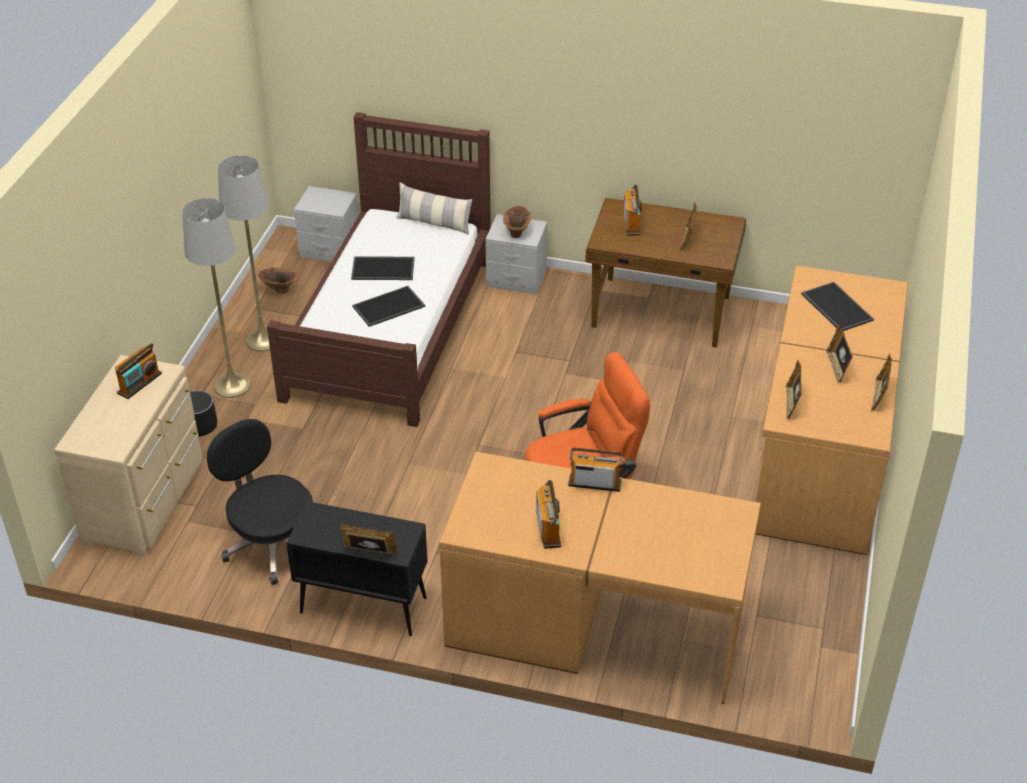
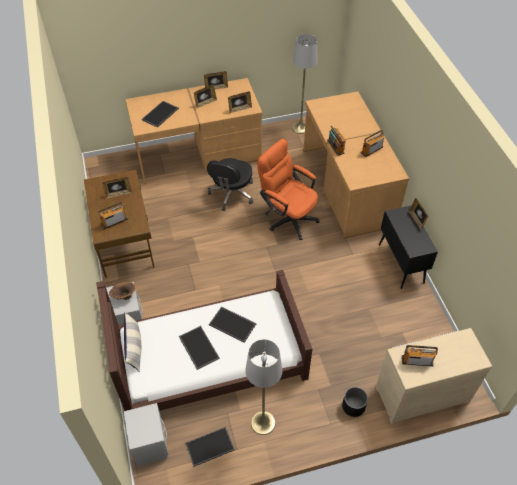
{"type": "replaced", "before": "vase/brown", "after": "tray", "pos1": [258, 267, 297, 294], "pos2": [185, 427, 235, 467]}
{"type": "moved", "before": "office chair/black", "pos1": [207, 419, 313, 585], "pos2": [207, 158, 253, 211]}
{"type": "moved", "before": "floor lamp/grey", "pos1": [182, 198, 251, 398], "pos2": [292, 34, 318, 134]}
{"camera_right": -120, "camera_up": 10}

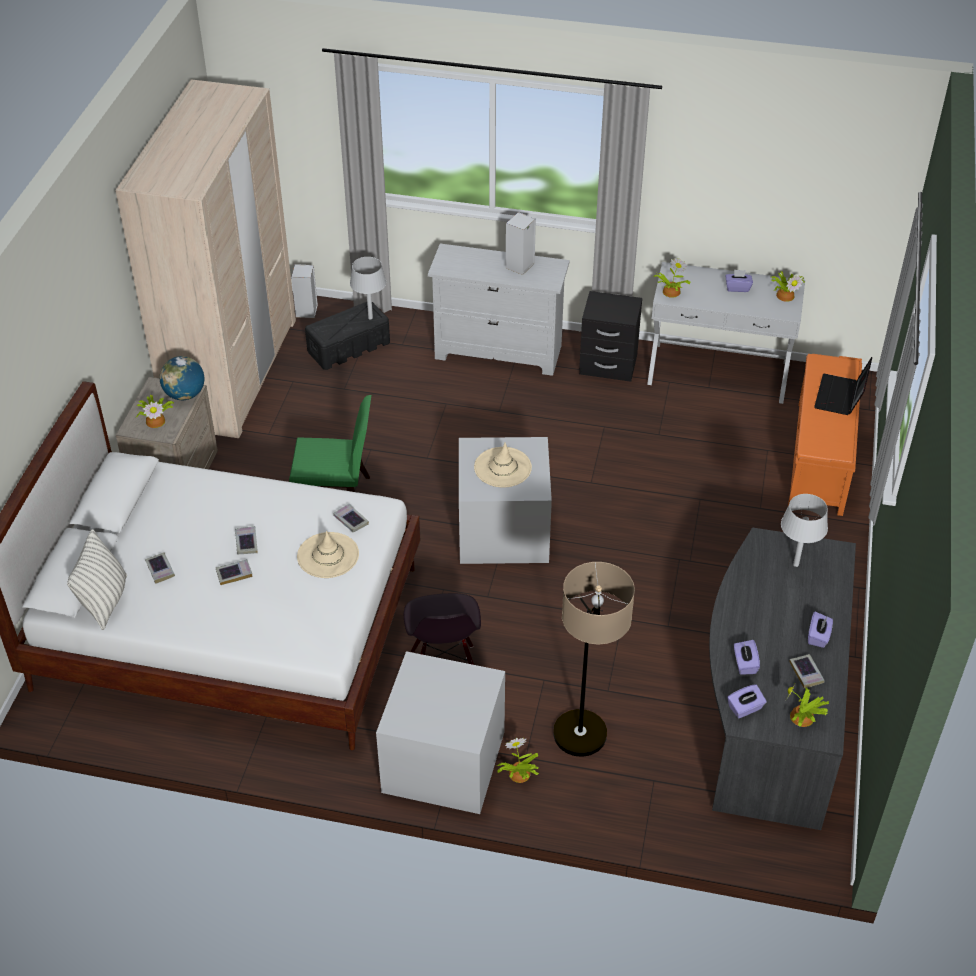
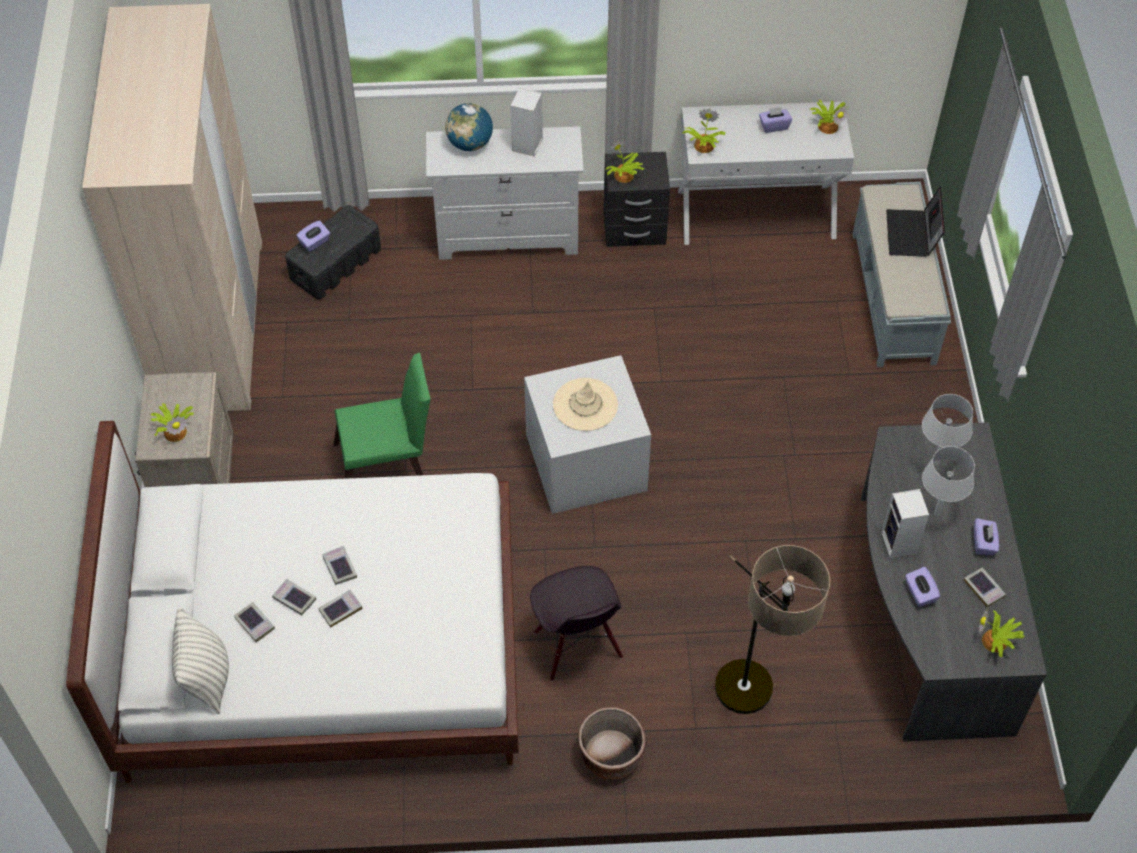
{"type": "moved", "before": "book", "pos1": [333, 504, 369, 532], "pos2": [272, 579, 316, 615]}
{"type": "moved", "before": "tissue box/purple", "pos1": [727, 684, 766, 718], "pos2": [296, 220, 330, 252]}
{"type": "moved", "before": "globe", "pos1": [159, 356, 205, 400], "pos2": [445, 103, 493, 151]}
{"type": "replaced", "before": "storage box/grey", "after": "planter/brown", "pos1": [376, 651, 505, 814], "pos2": [578, 707, 646, 780]}
{"type": "moved", "before": "potted plant", "pos1": [497, 738, 539, 783], "pos2": [605, 140, 644, 183]}
{"type": "recoloured", "before": "bench/orange", "after": "bench/grey", "pos1": [788, 354, 862, 516], "pos2": [852, 182, 951, 367]}
{"type": "moved", "before": "speaker", "pos1": [291, 264, 318, 318], "pos2": [881, 489, 929, 558]}
{"type": "moved", "before": "table lamp/grey", "pos1": [350, 257, 386, 320], "pos2": [922, 446, 975, 517]}
{"type": "removed", "before": "hat/beige", "pos1": [297, 531, 359, 578]}
{"camera_right": -15, "camera_up": 10}

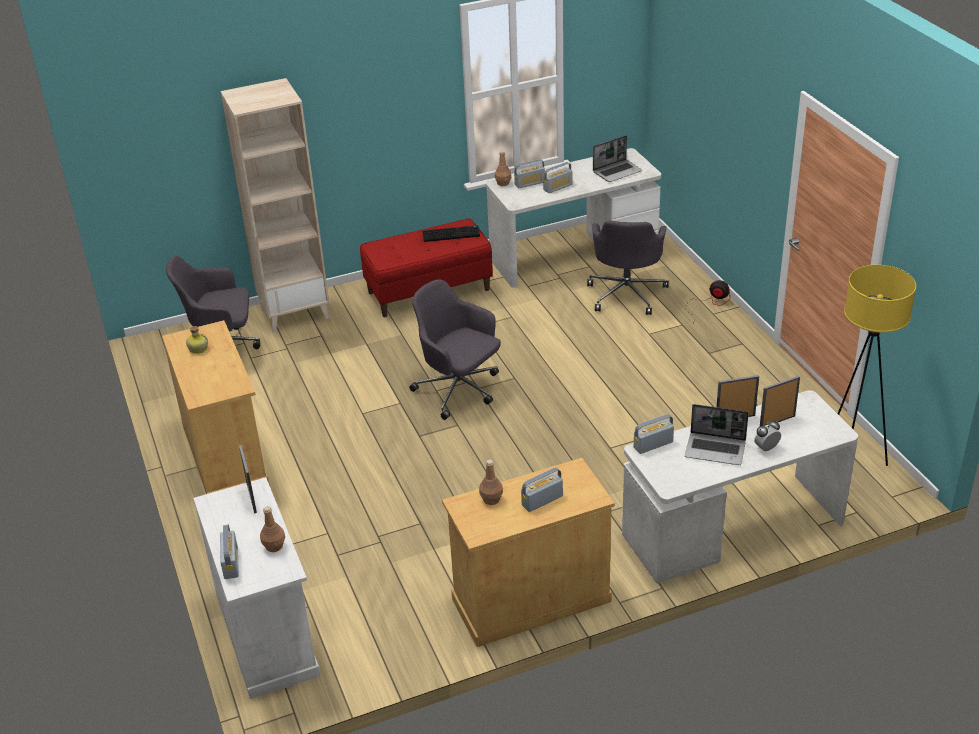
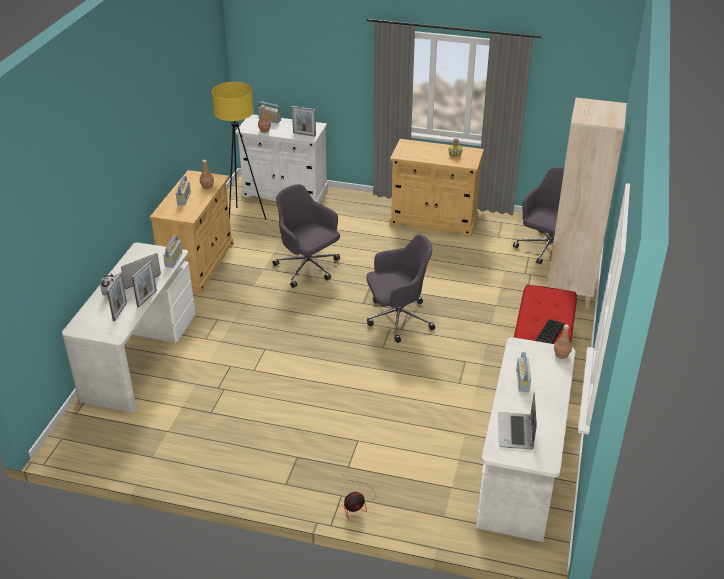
{"type": "moved", "before": "floor lamp/yellow", "pos1": [838, 265, 916, 466], "pos2": [212, 82, 266, 219]}
{"type": "moved", "before": "office chair/grey", "pos1": [587, 221, 669, 315], "pos2": [273, 184, 340, 288]}
{"type": "removed", "before": "radio", "pos1": [514, 159, 545, 188]}
{"camera_right": 125, "camera_up": 0}

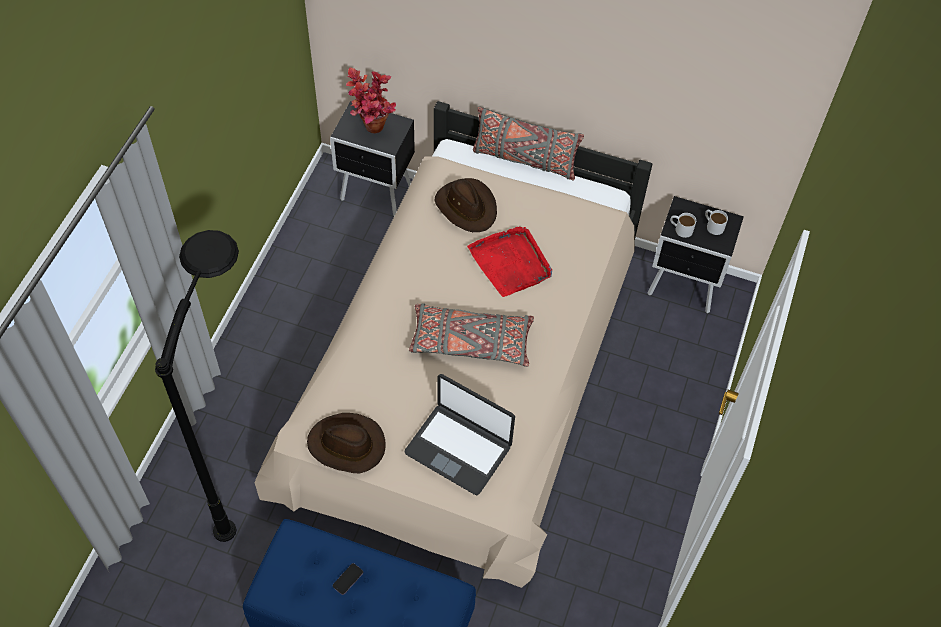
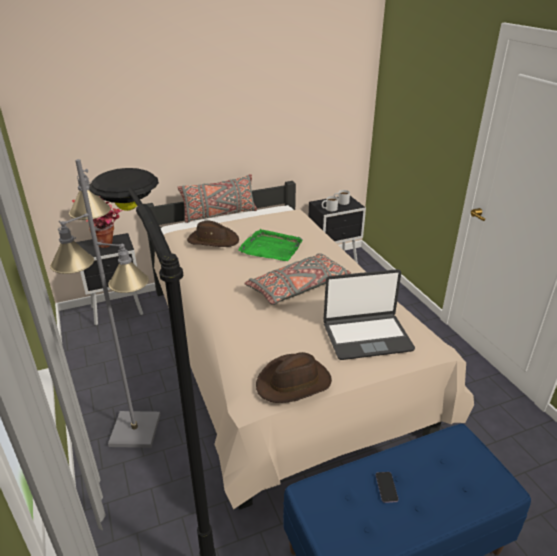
{"type": "added", "after": "floor lamp/grey", "pos2": [50, 159, 160, 448]}
{"type": "recoloured", "before": "tray/red", "after": "tray/green", "pos1": [467, 227, 552, 297], "pos2": [238, 229, 303, 261]}
{"camera_right": -40, "camera_up": -25}

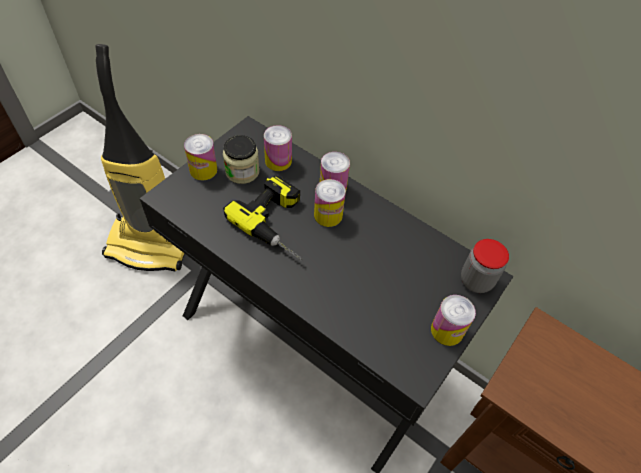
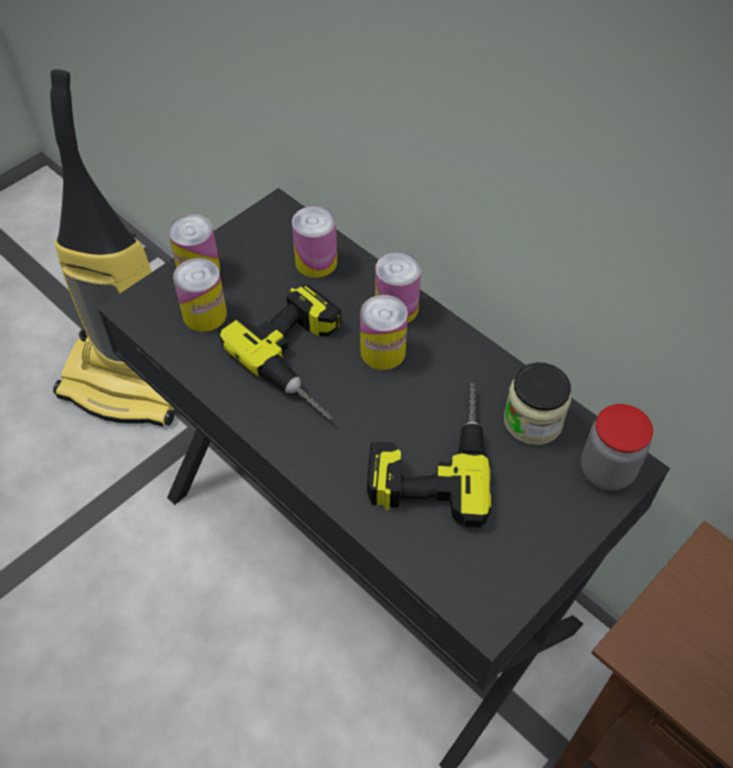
{"type": "moved", "before": "can", "pos1": [431, 295, 476, 346], "pos2": [173, 258, 227, 332]}
{"type": "added", "after": "power drill", "pos2": [367, 382, 491, 528]}
{"type": "moved", "before": "jar", "pos1": [223, 135, 259, 184], "pos2": [504, 362, 571, 445]}
{"camera_right": 10, "camera_up": 0}

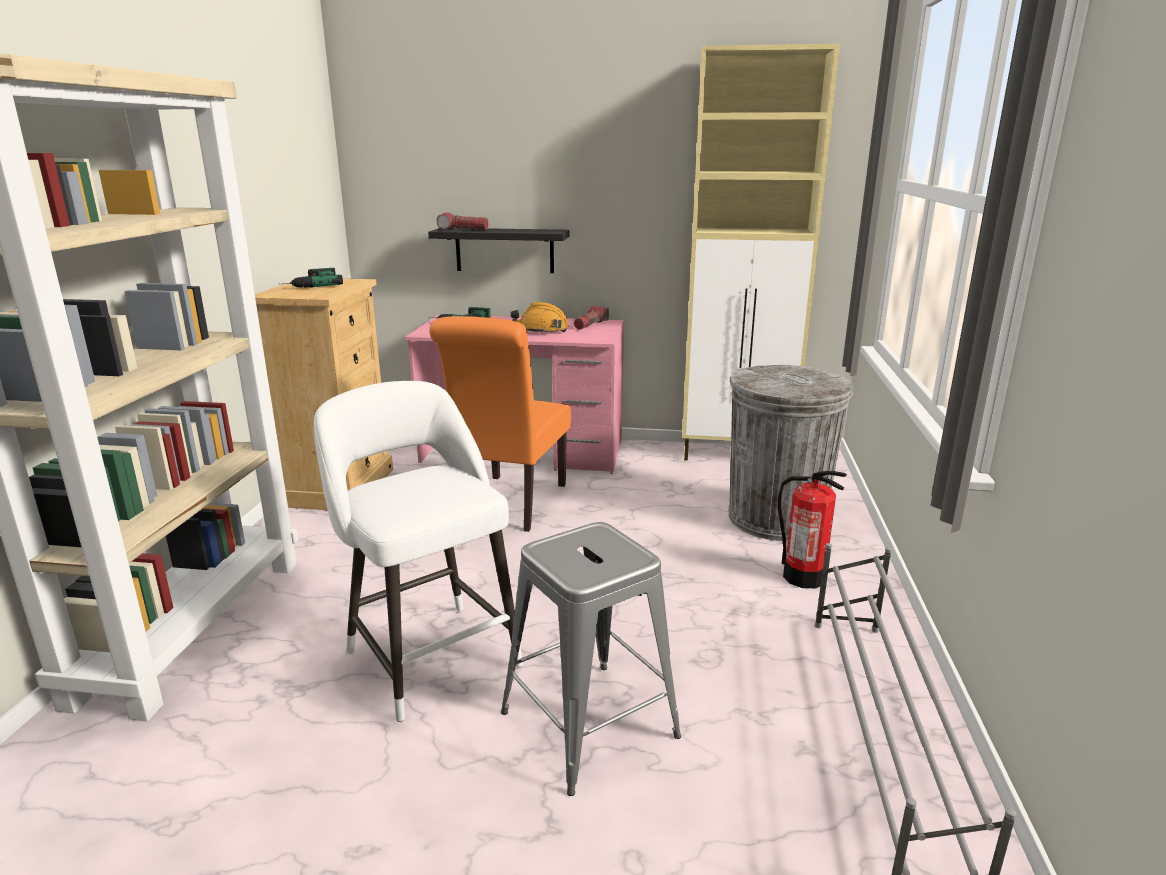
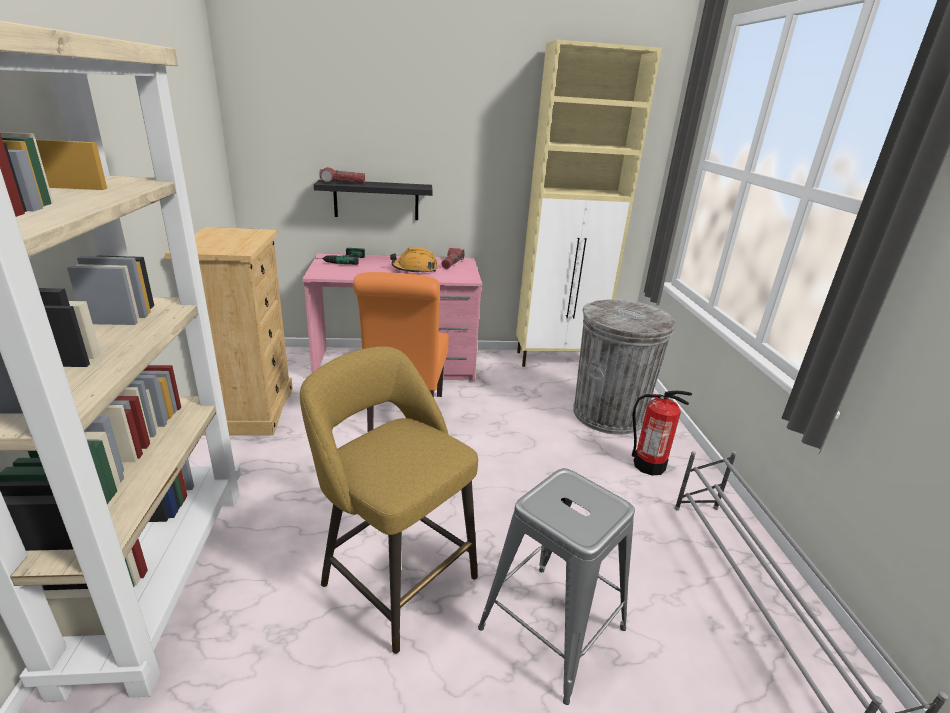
{"type": "recoloured", "before": "stool/white", "after": "stool/yellow", "pos1": [314, 381, 523, 722], "pos2": [300, 346, 478, 654]}
{"type": "removed", "before": "power drill", "pos1": [281, 268, 343, 288]}
{"camera_right": -15, "camera_up": 5}

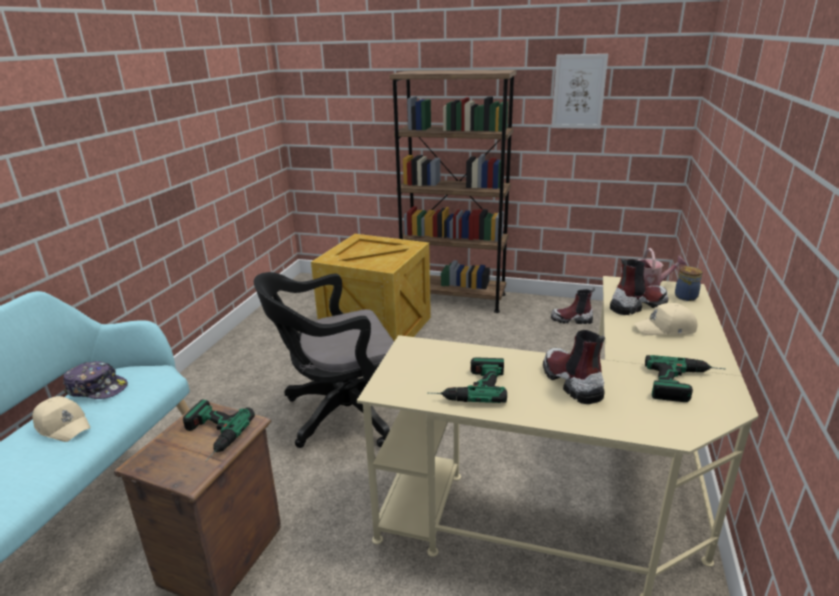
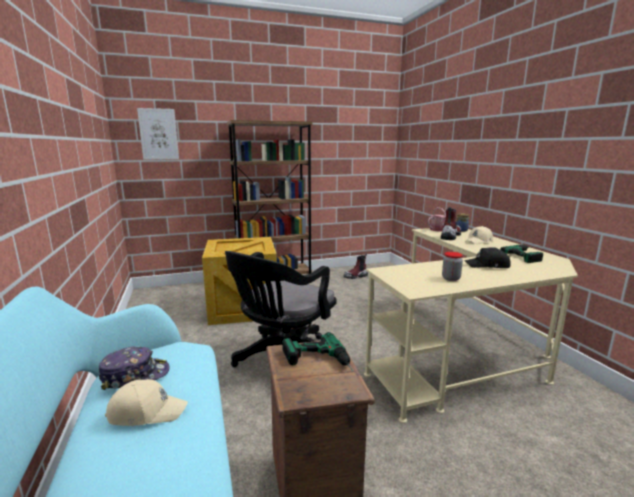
{"type": "moved", "before": "picture", "pos1": [551, 54, 608, 129], "pos2": [137, 108, 179, 160]}
{"type": "replaced", "before": "power drill", "after": "jar", "pos1": [427, 358, 507, 403], "pos2": [442, 252, 463, 281]}
{"type": "replaced", "before": "boot", "after": "cap/black", "pos1": [543, 330, 605, 404], "pos2": [464, 247, 511, 268]}
{"camera_right": -35, "camera_up": -10}

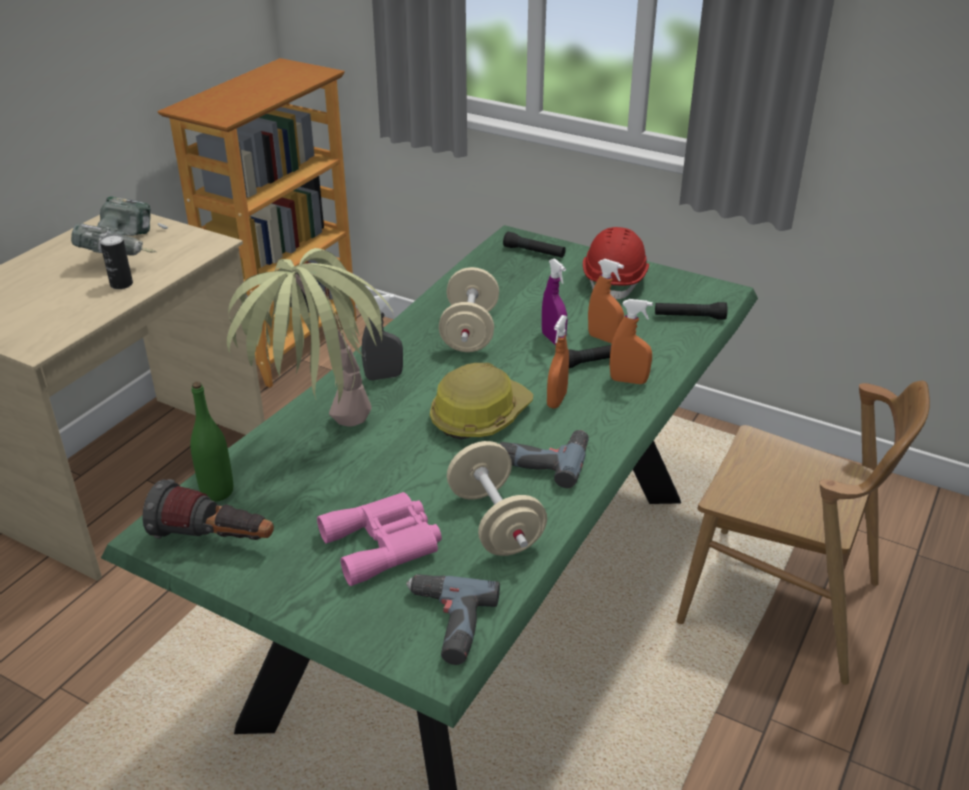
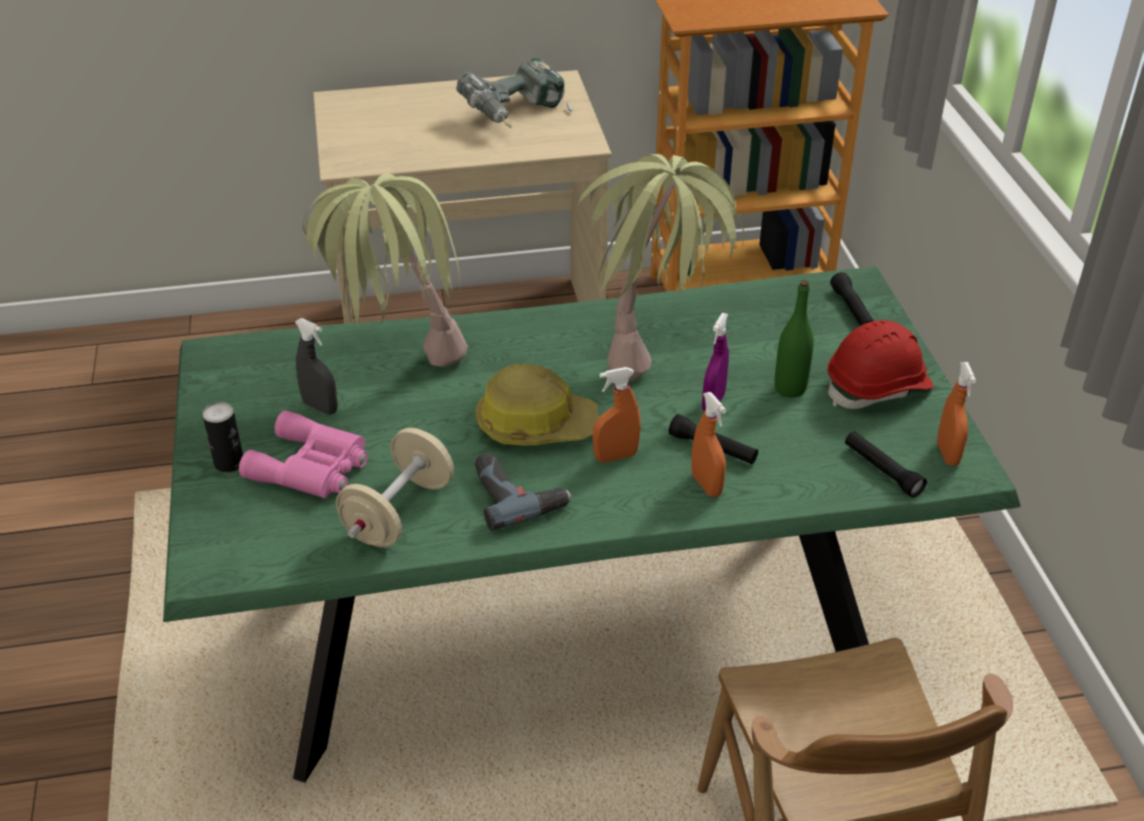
{"type": "moved", "before": "can", "pos1": [100, 234, 133, 289], "pos2": [202, 402, 243, 472]}
{"type": "moved", "before": "spray bottle/grey", "pos1": [362, 294, 403, 380], "pos2": [295, 318, 338, 415]}
{"type": "replaced", "before": "dumbbell/beige", "after": "potted plant", "pos1": [439, 267, 499, 352], "pos2": [578, 154, 744, 381]}
{"type": "moved", "before": "bottle/green", "pos1": [190, 382, 233, 502], "pos2": [775, 280, 814, 398]}
{"type": "moved", "before": "spray bottle/orange", "pos1": [588, 259, 624, 343], "pos2": [937, 362, 976, 466]}
{"type": "removed", "before": "flashlight", "pos1": [142, 479, 274, 540]}
{"type": "removed", "before": "power drill", "pos1": [407, 574, 500, 665]}
{"camera_right": 50, "camera_up": 5}

